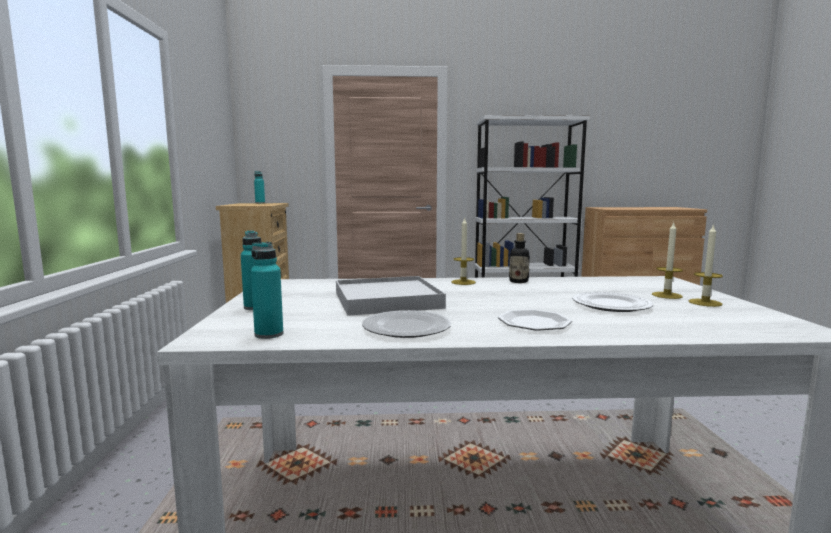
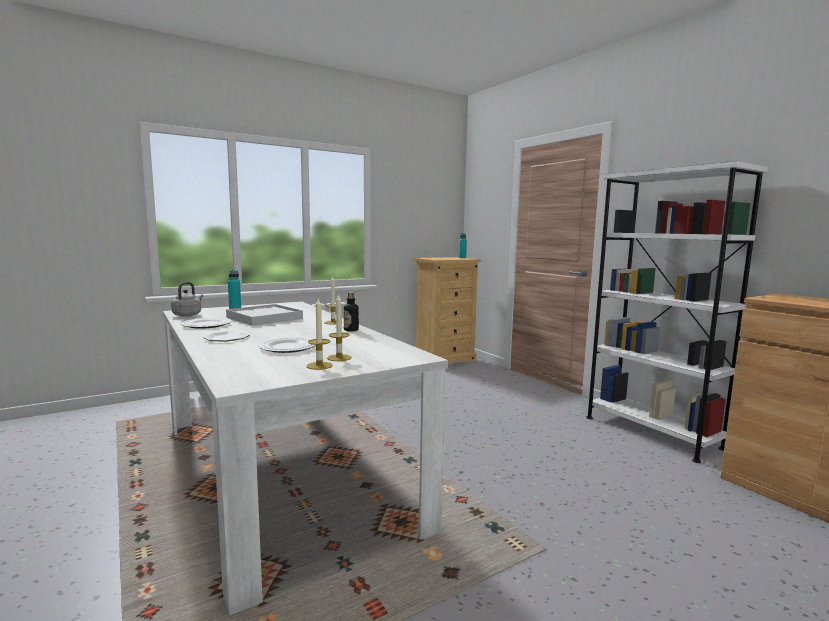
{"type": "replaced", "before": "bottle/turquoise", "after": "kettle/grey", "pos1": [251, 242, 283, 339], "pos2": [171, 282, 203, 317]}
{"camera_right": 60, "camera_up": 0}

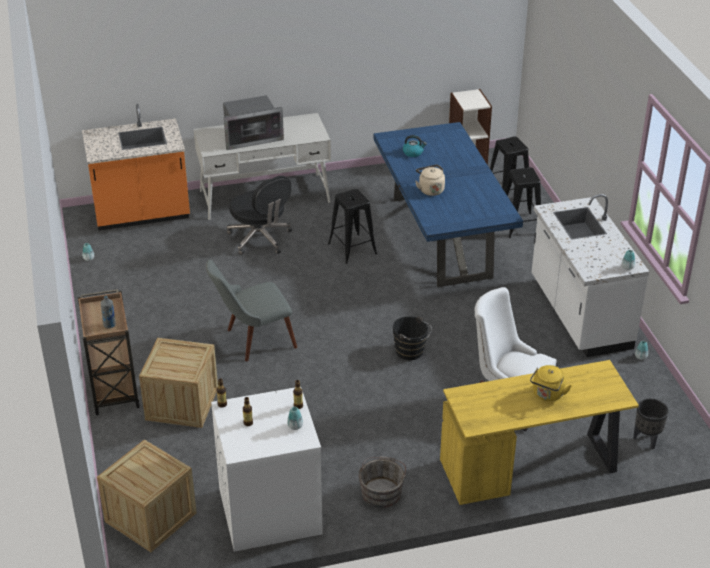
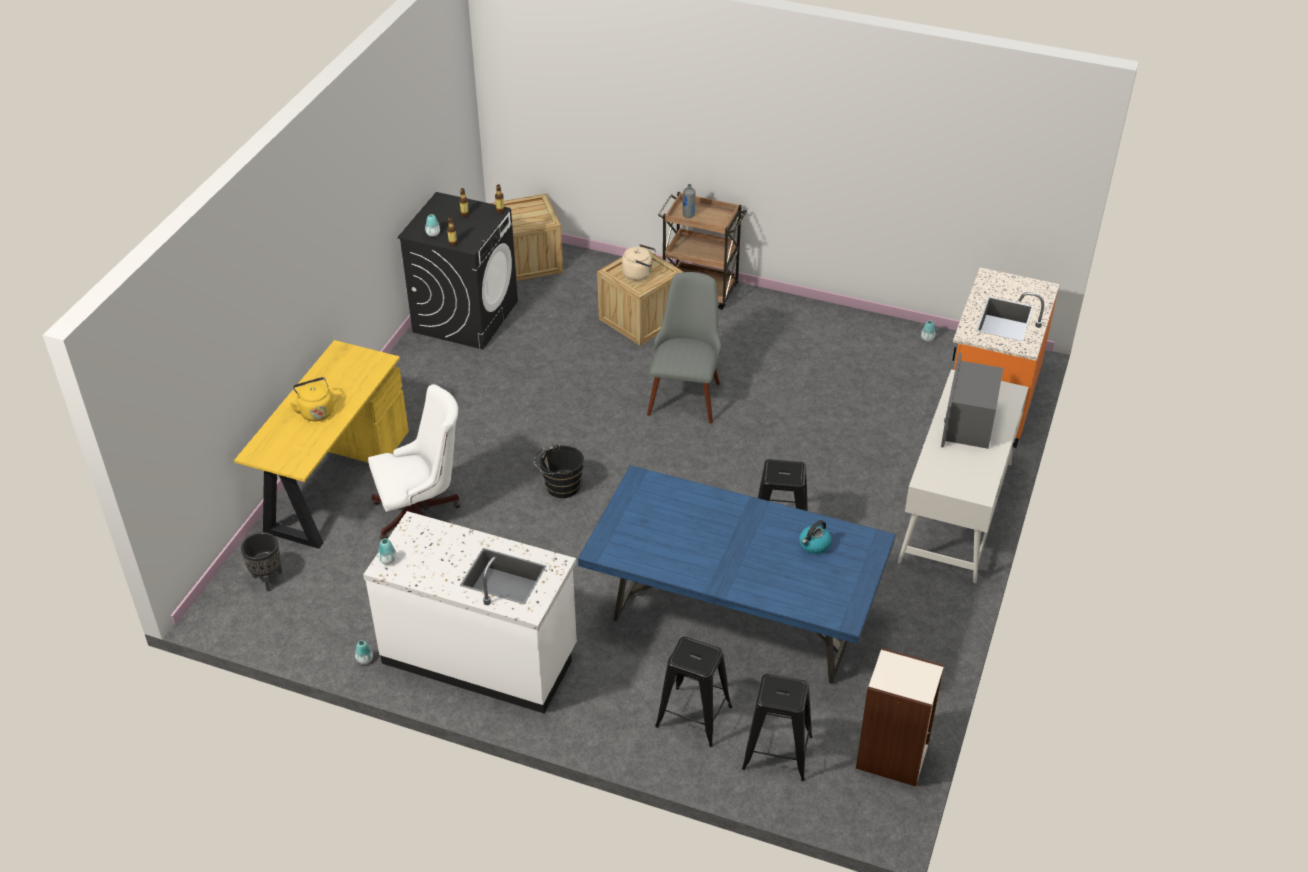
{"type": "recoloured", "before": "washing machine/white", "after": "washing machine/black", "pos1": [211, 387, 323, 552], "pos2": [397, 192, 518, 349]}
{"type": "moved", "before": "kettle/beige", "pos1": [415, 164, 445, 196], "pos2": [622, 244, 656, 281]}
{"type": "removed", "before": "office chair/black", "pos1": [227, 176, 292, 255]}
{"type": "removed", "before": "bucket/grey", "pos1": [359, 456, 406, 508]}
{"camera_right": 125, "camera_up": 5}

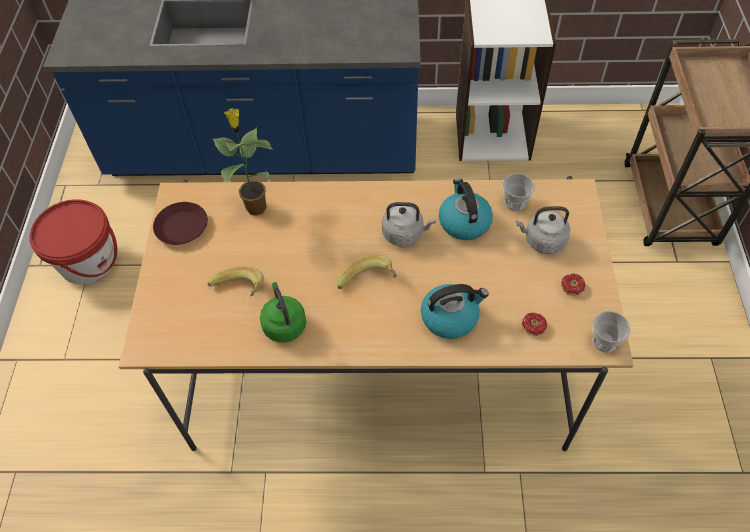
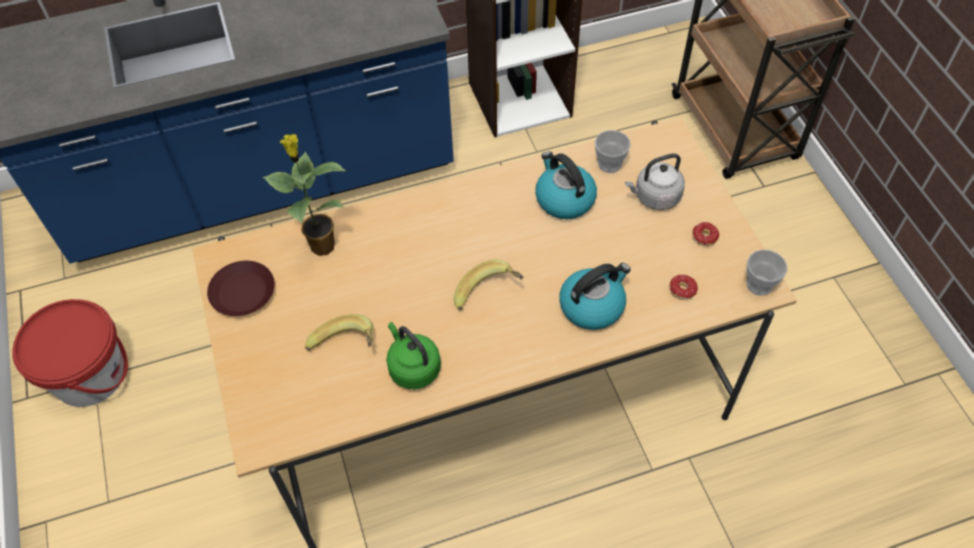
{"type": "removed", "before": "kettle/grey", "pos1": [382, 202, 436, 246]}
{"camera_right": -20, "camera_up": 0}

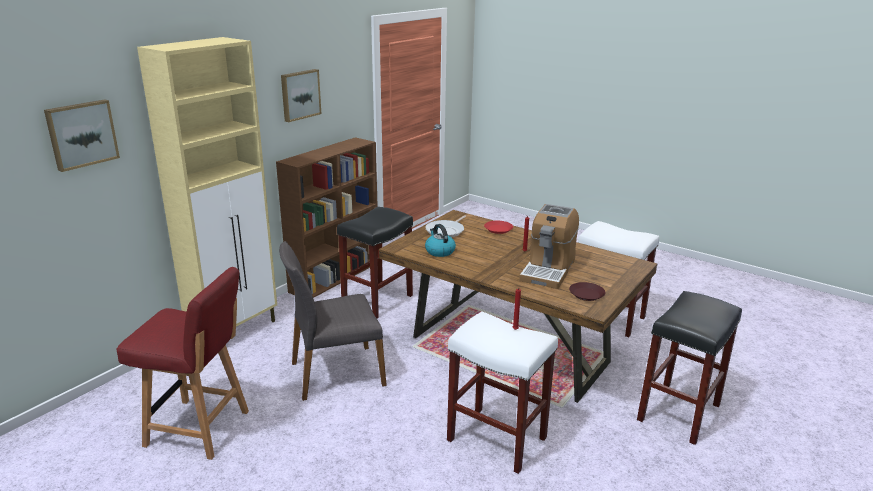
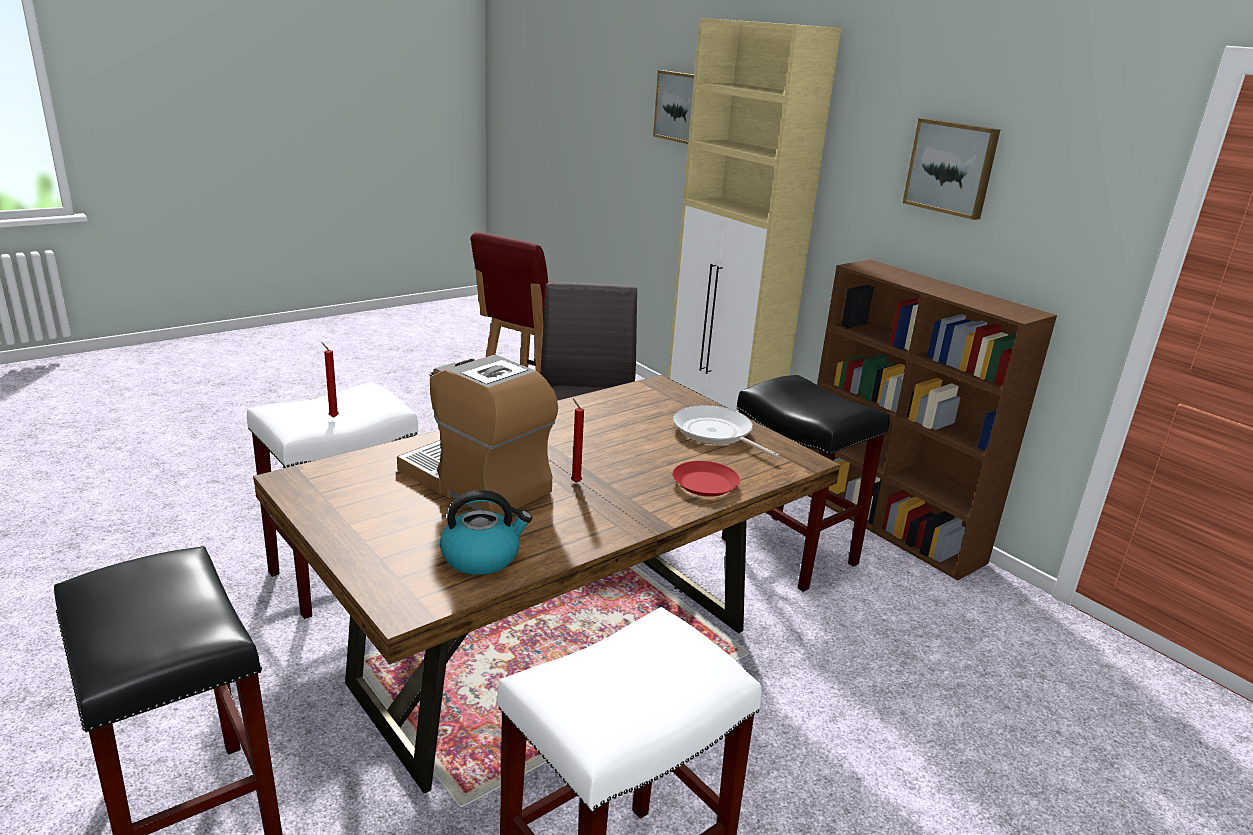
{"type": "moved", "before": "kettle", "pos1": [425, 224, 456, 257], "pos2": [440, 490, 532, 575]}
{"type": "removed", "before": "plate/brown", "pos1": [569, 282, 606, 301]}
{"camera_right": 105, "camera_up": 0}

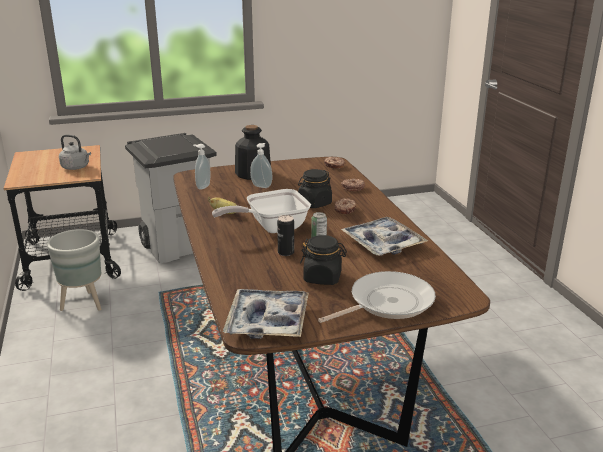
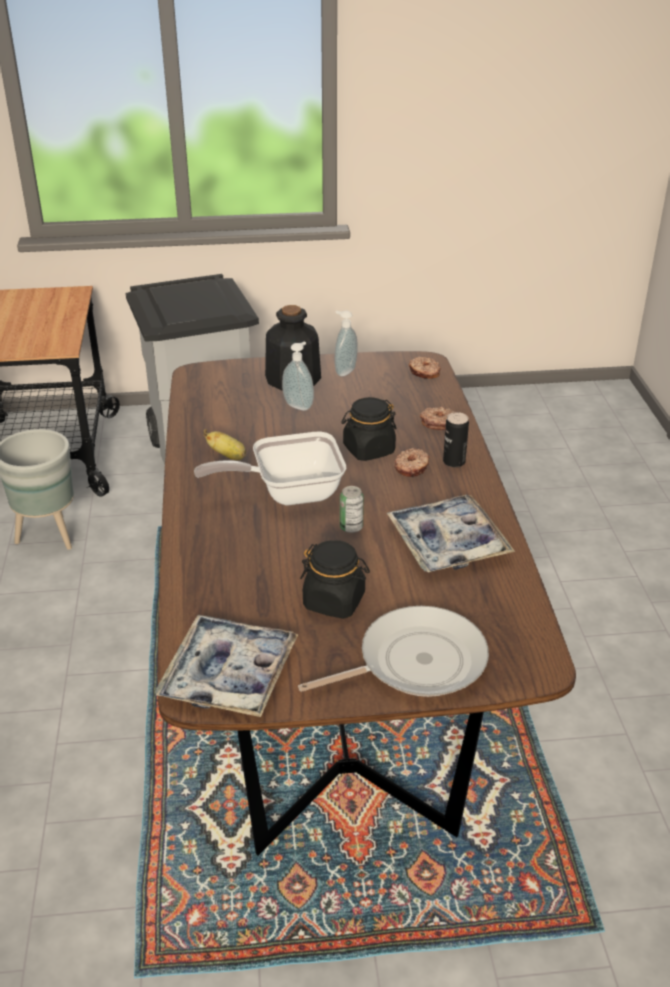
{"type": "moved", "before": "soap dispenser", "pos1": [193, 144, 210, 190], "pos2": [335, 311, 358, 376]}
{"type": "moved", "before": "can", "pos1": [277, 215, 294, 256], "pos2": [443, 412, 469, 467]}
{"type": "removed", "before": "kettle/grey", "pos1": [59, 134, 91, 170]}
{"camera_right": 10, "camera_up": 10}

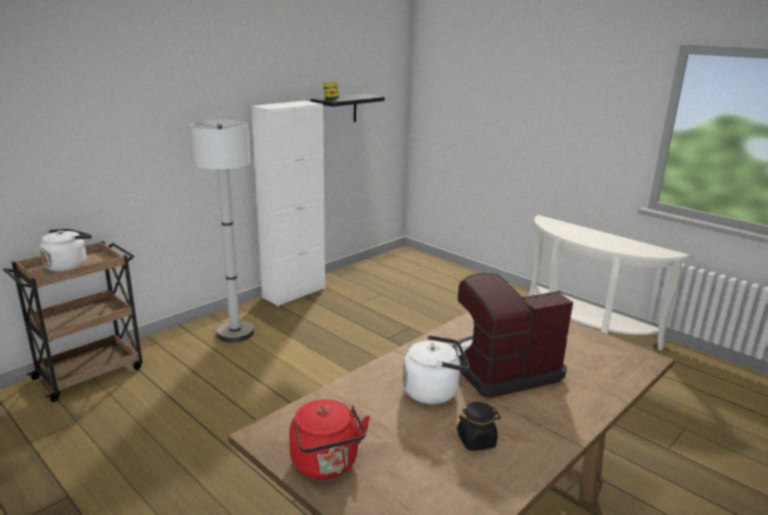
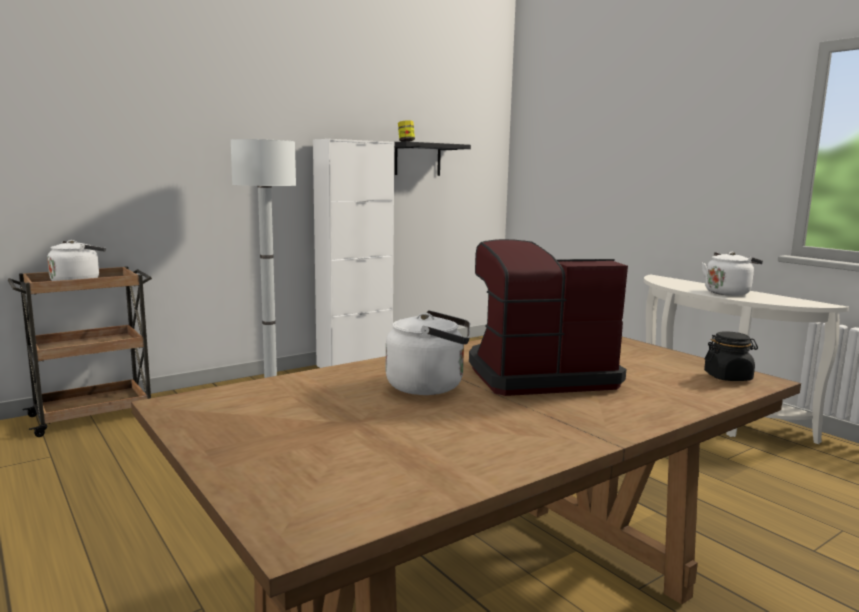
{"type": "added", "after": "kettle/white", "pos2": [702, 252, 763, 296]}
{"type": "moved", "before": "jar/black", "pos1": [457, 402, 501, 451], "pos2": [704, 331, 758, 381]}
{"type": "removed", "before": "kettle/red", "pos1": [289, 399, 370, 479]}
{"camera_right": 10, "camera_up": -10}

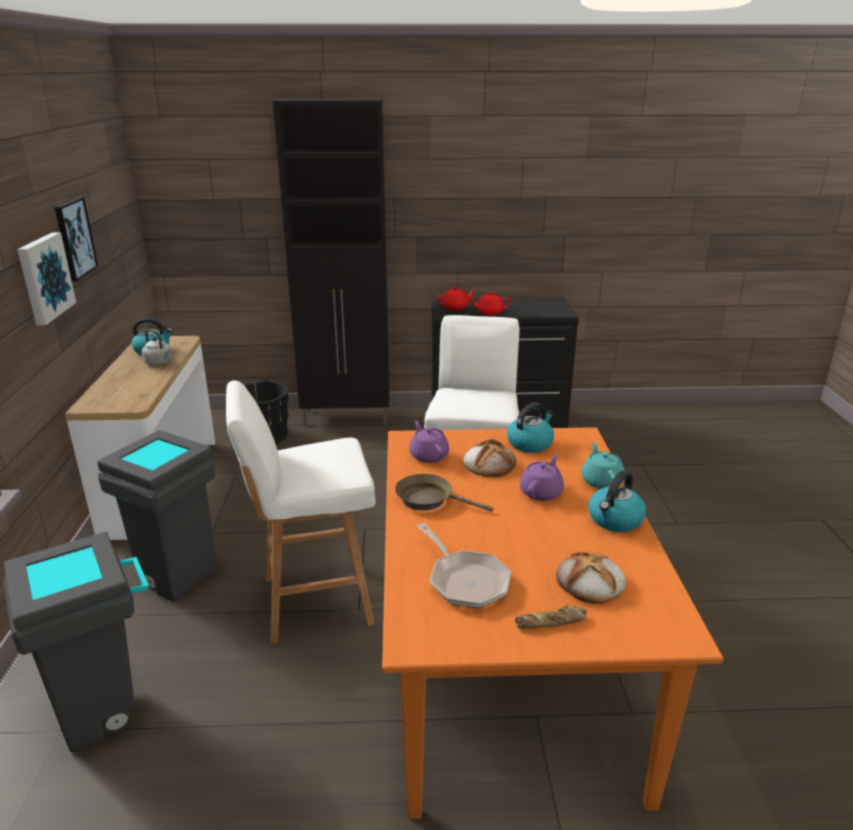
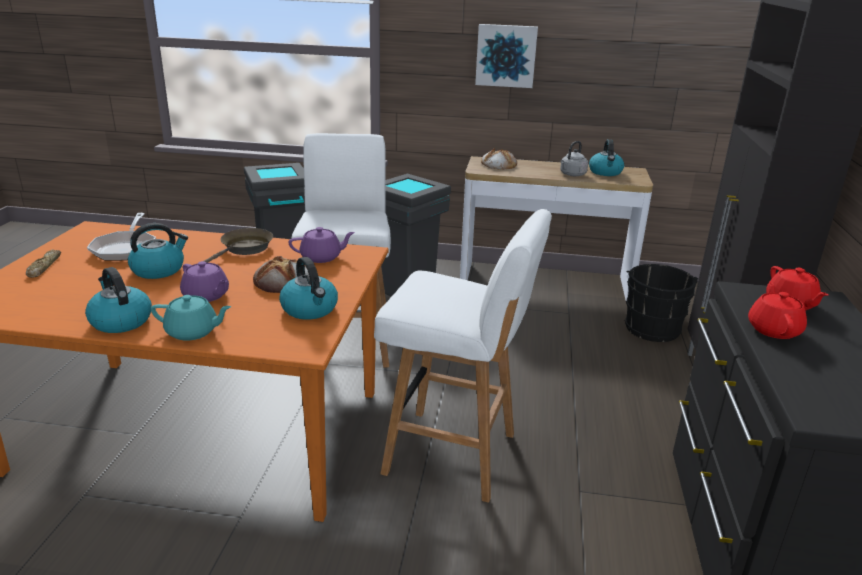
{"type": "turned", "before": "frying pan", "pos1": [417, 523, 511, 608], "pos2": [87, 213, 156, 261], "turn": -75}
{"type": "added", "after": "kettle", "pos2": [128, 223, 188, 279]}
{"type": "moved", "before": "bread", "pos1": [556, 552, 626, 604], "pos2": [481, 148, 517, 170]}
{"type": "removed", "before": "picture", "pos1": [54, 197, 98, 282]}
{"camera_right": 100, "camera_up": 0}

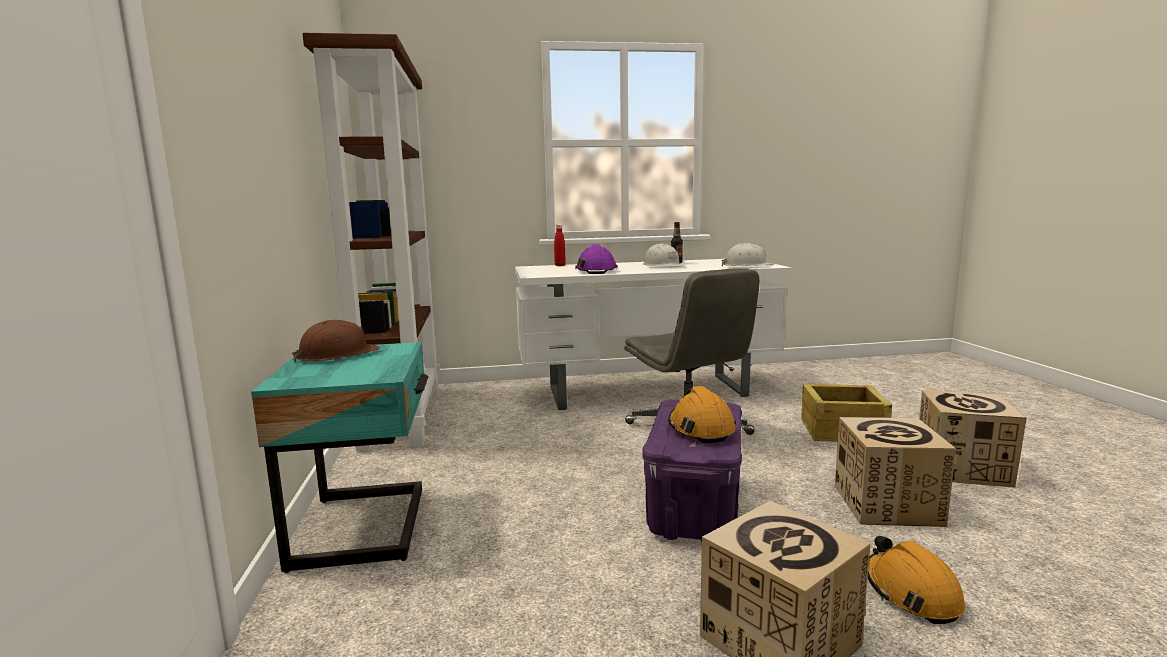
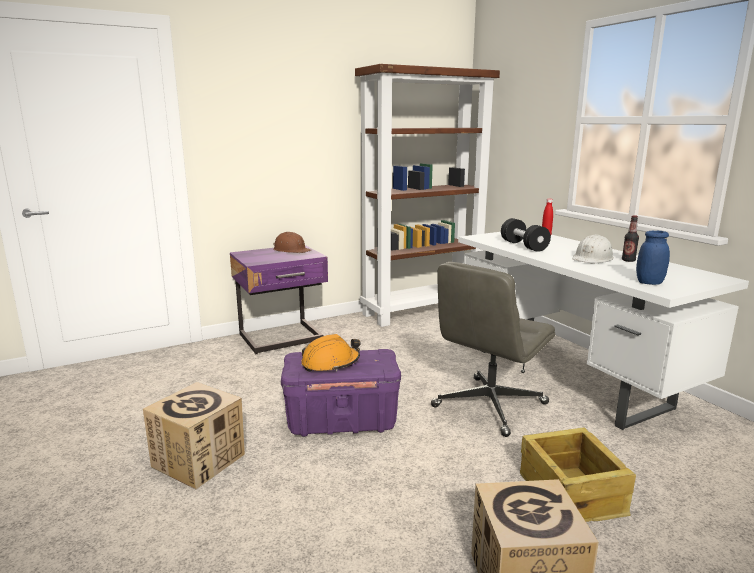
{"type": "recoloured", "before": "nightstand/turquoise", "after": "nightstand/purple", "pos1": [251, 342, 429, 573], "pos2": [230, 245, 328, 354]}
{"type": "replaced", "before": "hard hat/purple", "after": "dumbbell/black", "pos1": [575, 244, 618, 274], "pos2": [501, 218, 551, 252]}
{"type": "replaced", "before": "hard hat/white", "after": "jar/blue", "pos1": [722, 243, 775, 266], "pos2": [636, 231, 670, 285]}
{"type": "removed", "before": "cardboard box", "pos1": [835, 417, 956, 527]}
{"type": "removed", "before": "hard hat/orange", "pos1": [868, 536, 966, 624]}
{"camera_right": 70, "camera_up": 5}

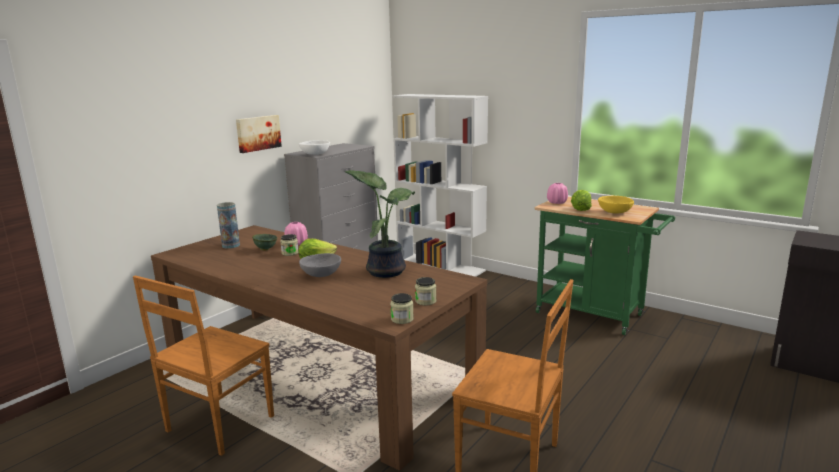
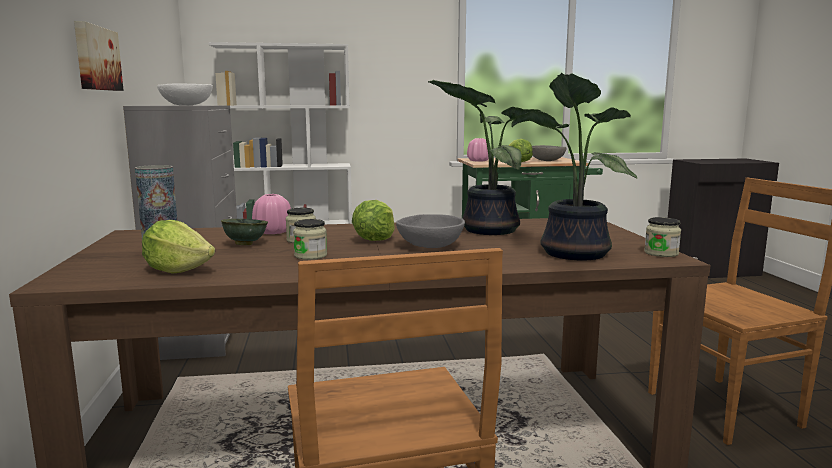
{"type": "added", "after": "lettuce", "pos2": [142, 220, 215, 274]}
{"type": "moved", "before": "jar", "pos1": [415, 277, 436, 305], "pos2": [293, 219, 327, 260]}
{"type": "added", "after": "potted plant", "pos2": [511, 73, 638, 261]}
{"type": "recoloured", "before": "bowl/yellow", "after": "bowl/grey", "pos1": [598, 196, 634, 214], "pos2": [532, 145, 567, 161]}
{"camera_right": -45, "camera_up": -5}

